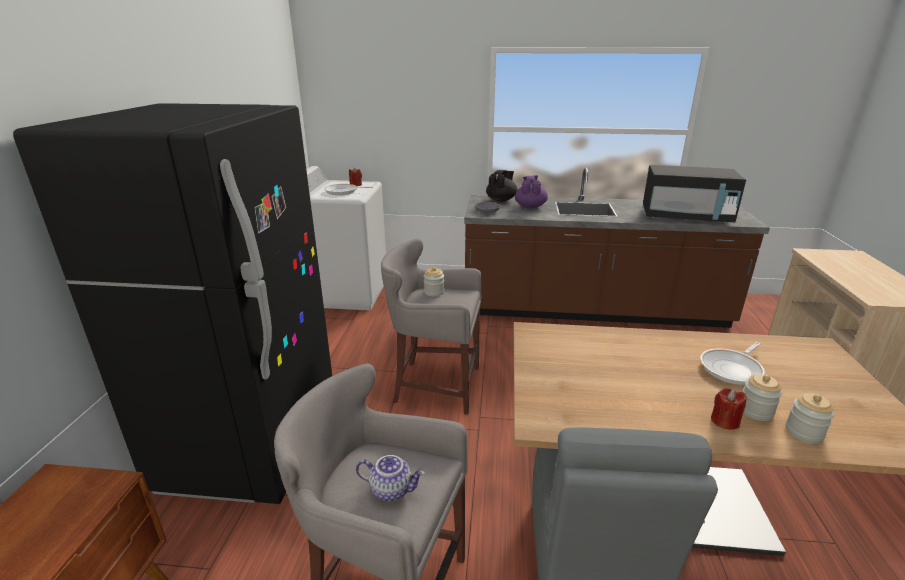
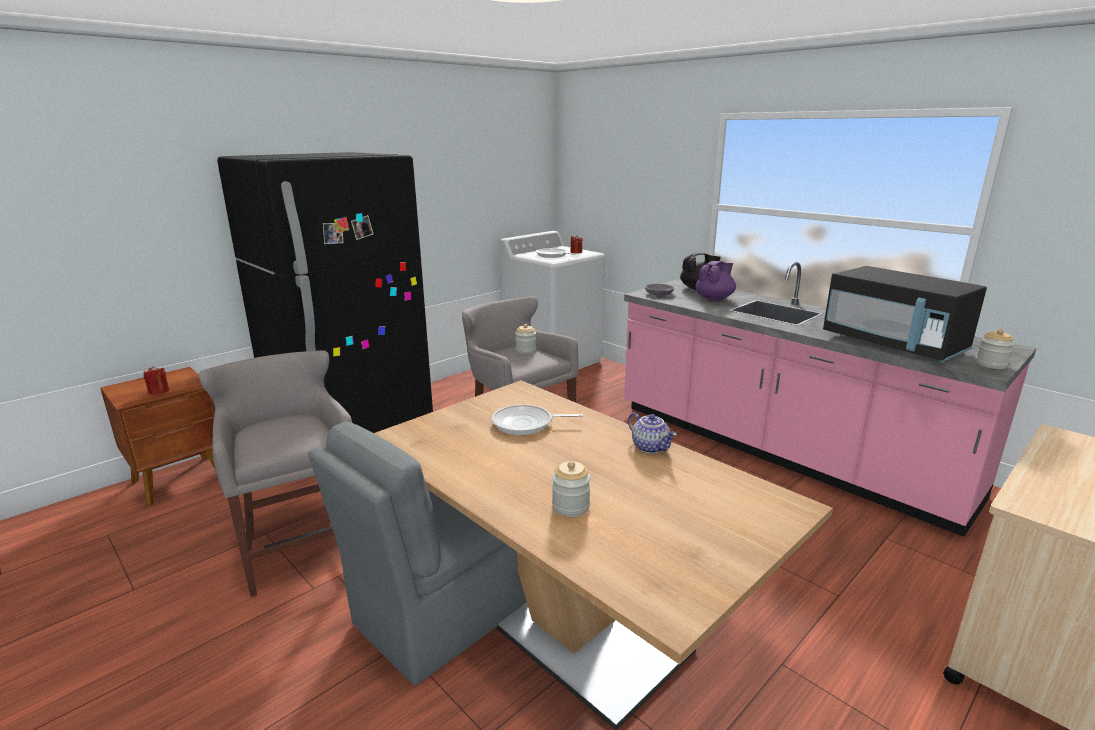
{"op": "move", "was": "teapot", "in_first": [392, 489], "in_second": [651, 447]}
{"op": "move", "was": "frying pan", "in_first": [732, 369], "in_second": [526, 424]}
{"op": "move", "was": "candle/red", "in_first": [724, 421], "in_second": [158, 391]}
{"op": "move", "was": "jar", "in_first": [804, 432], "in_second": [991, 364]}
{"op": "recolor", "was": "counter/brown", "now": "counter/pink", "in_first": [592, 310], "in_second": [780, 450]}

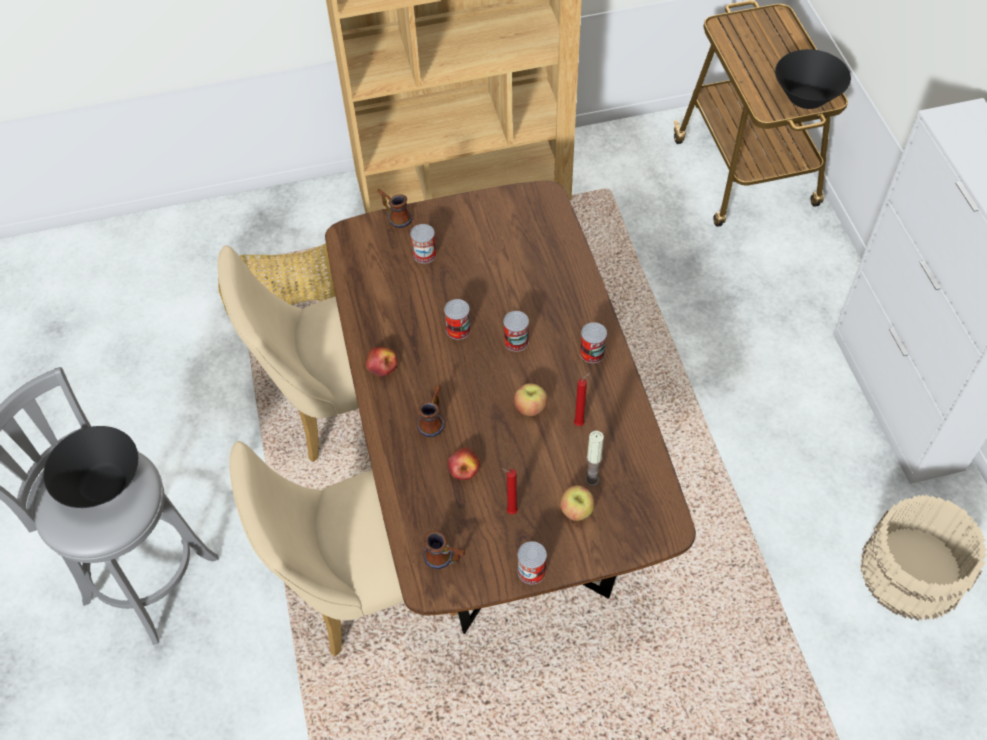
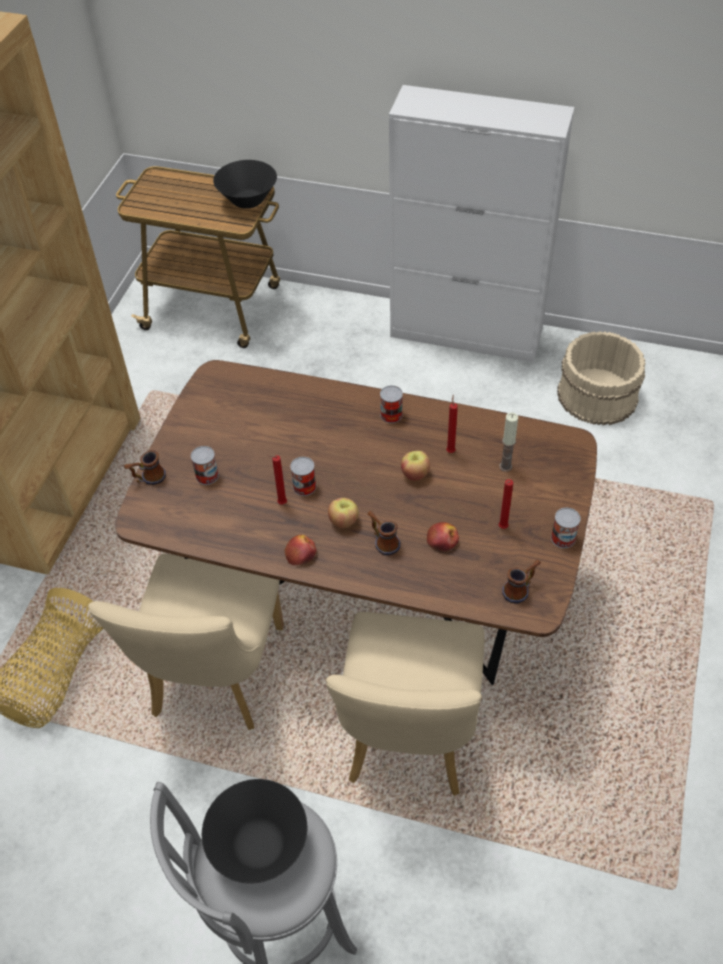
{"op": "delete", "was": "can", "in_first": [516, 341]}
{"op": "insert", "now": "candle/red", "in_second": [280, 503]}
{"op": "move", "was": "apple", "in_first": [576, 511], "in_second": [344, 521]}

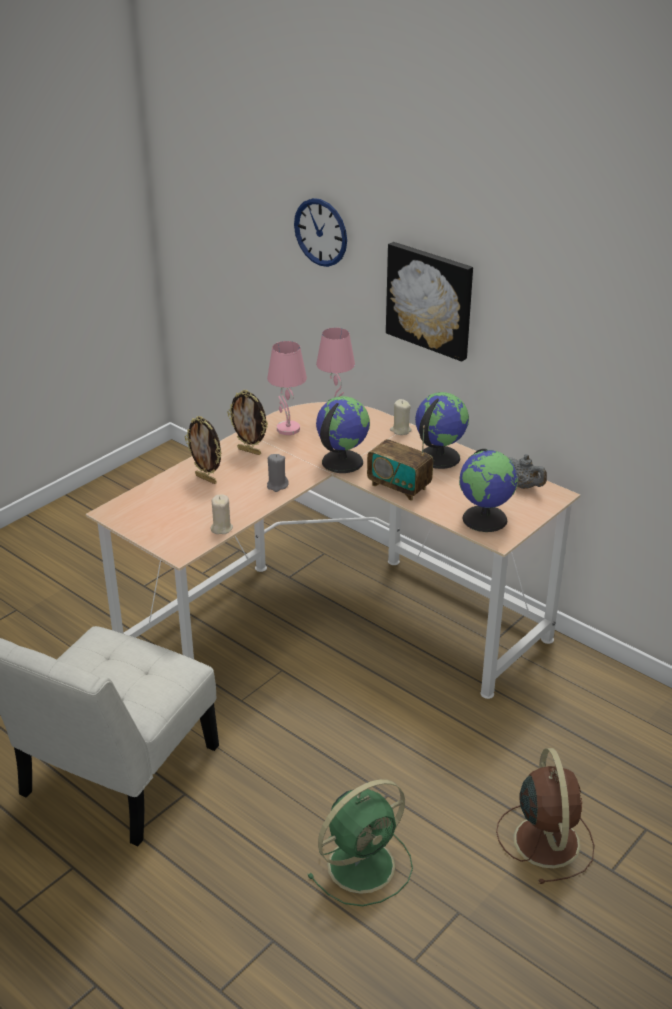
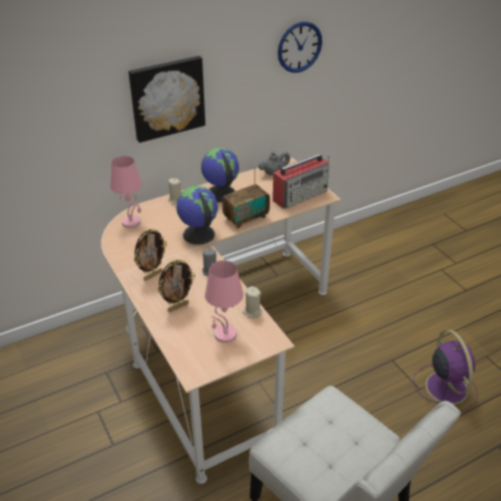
{"op": "delete", "was": "fan/brown", "in_first": [545, 839]}
{"op": "move", "was": "table lamp/pink", "in_first": [287, 429], "in_second": [225, 335]}
{"op": "move", "was": "wall clock", "in_first": [321, 232], "in_second": [299, 47]}
{"op": "replace", "was": "globe", "now": "radio", "in_first": [485, 518], "in_second": [301, 195]}
{"op": "recolor", "was": "fan/green", "now": "fan/purple", "in_first": [364, 864], "in_second": [445, 386]}

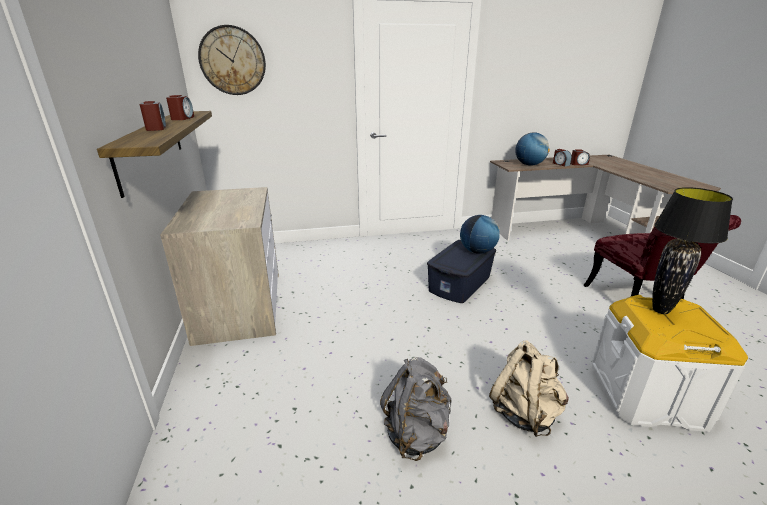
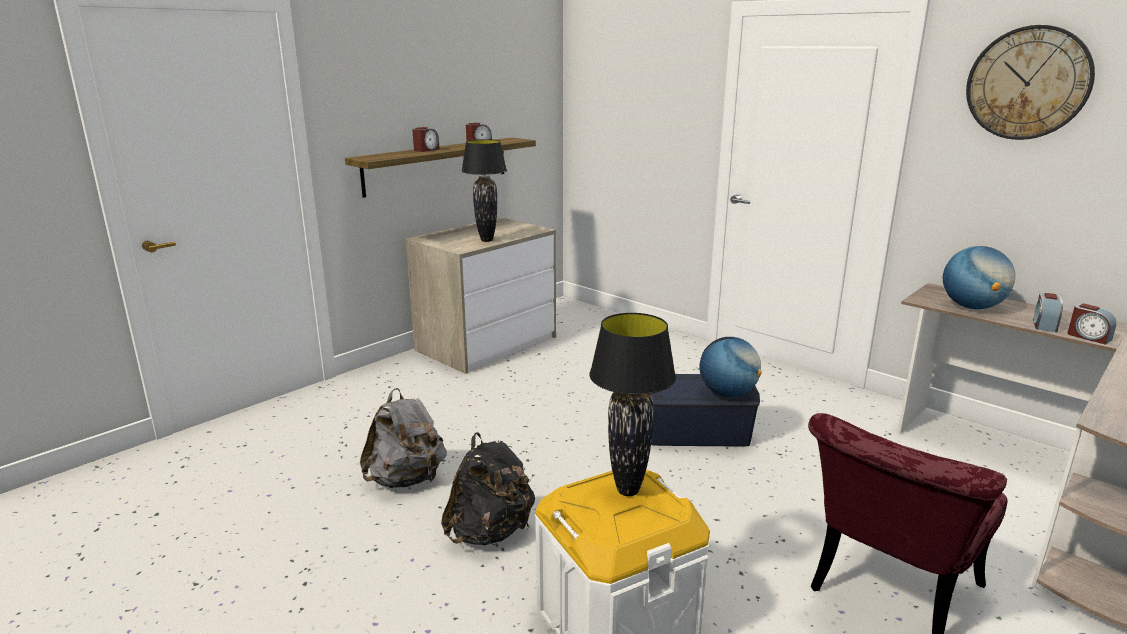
{"op": "insert", "now": "table lamp/black", "in_second": [487, 240]}
{"op": "move", "was": "wall clock", "in_first": [232, 61], "in_second": [1028, 83]}
{"op": "recolor", "was": "backpack/beige", "now": "backpack/black", "in_first": [524, 412], "in_second": [490, 532]}

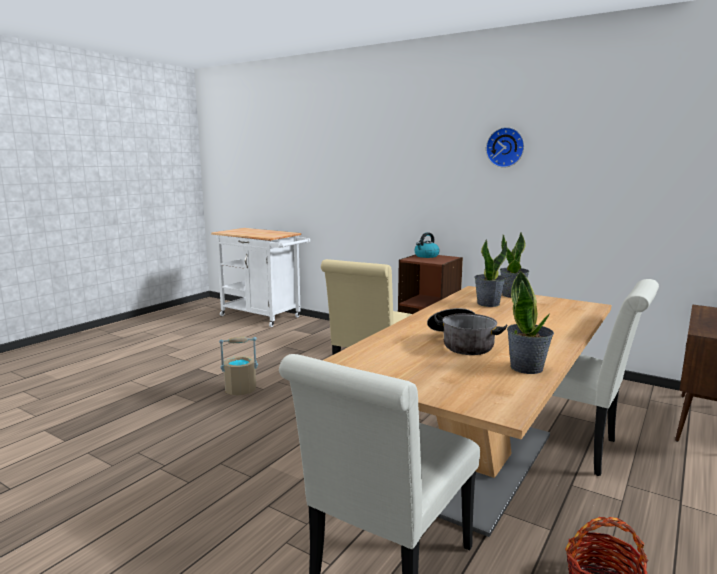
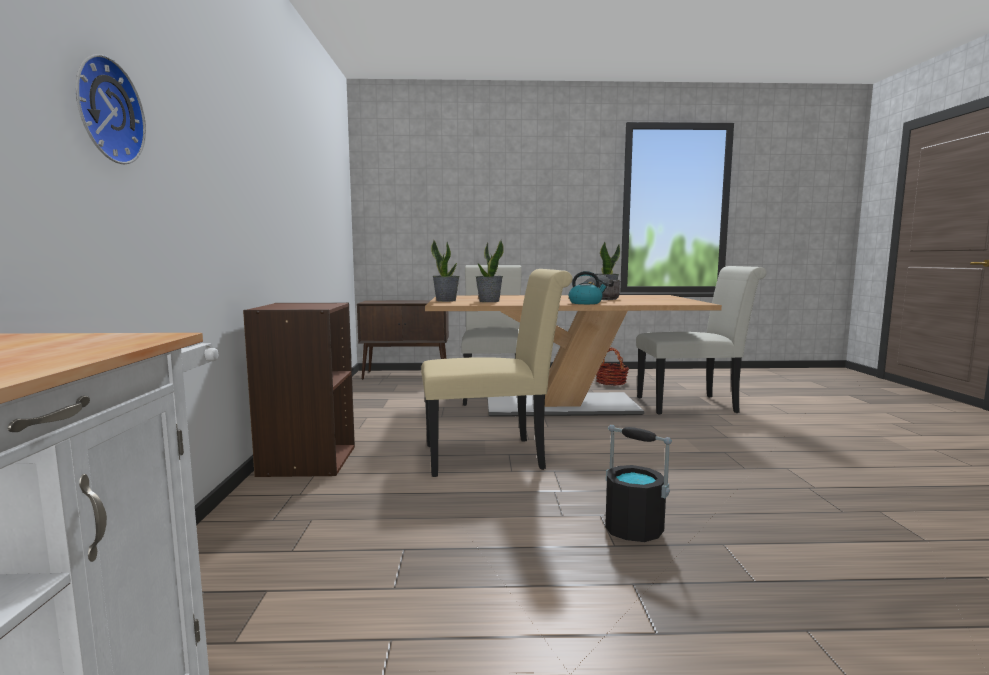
{"op": "move", "was": "kettle", "in_first": [426, 256], "in_second": [586, 303]}
{"op": "move", "was": "wall clock", "in_first": [505, 147], "in_second": [104, 111]}
{"op": "recolor", "was": "bucket/beige", "now": "bucket/black", "in_first": [240, 390], "in_second": [634, 529]}

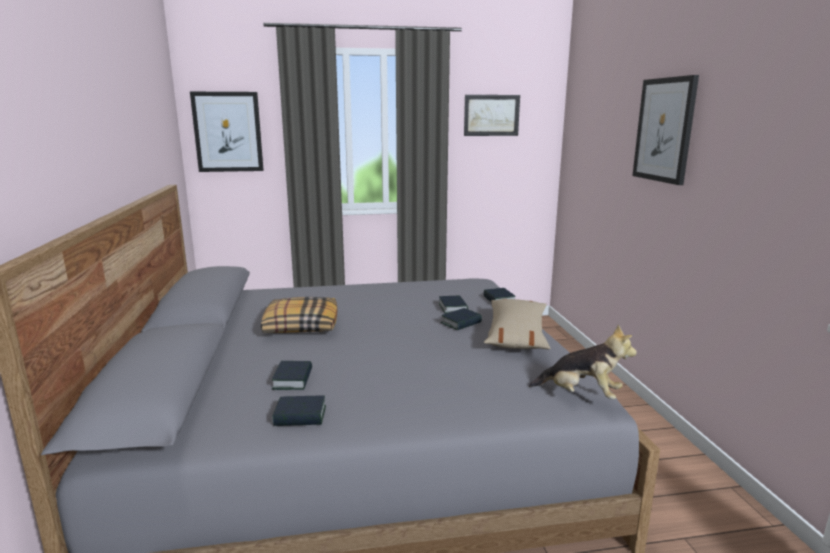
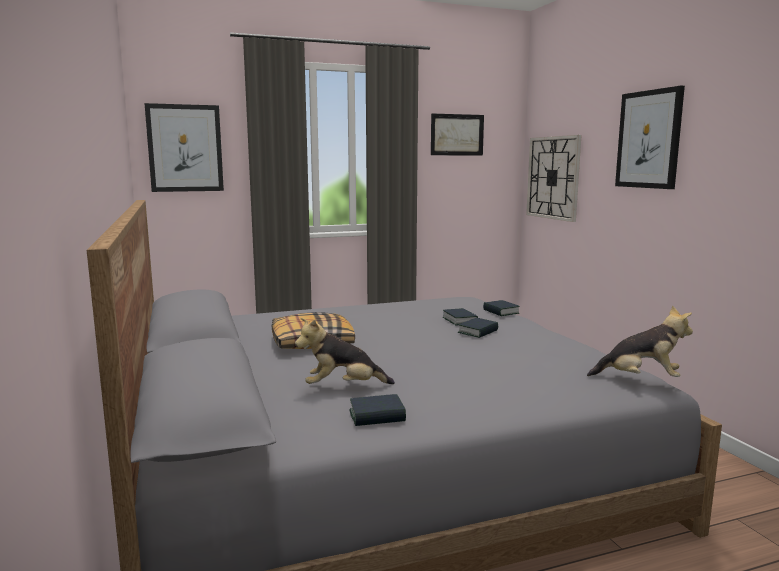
{"op": "delete", "was": "pillow/beige", "in_first": [516, 335]}
{"op": "insert", "now": "wall clock", "in_second": [553, 177]}
{"op": "replace", "was": "book", "now": "plush toy", "in_first": [293, 380], "in_second": [343, 387]}

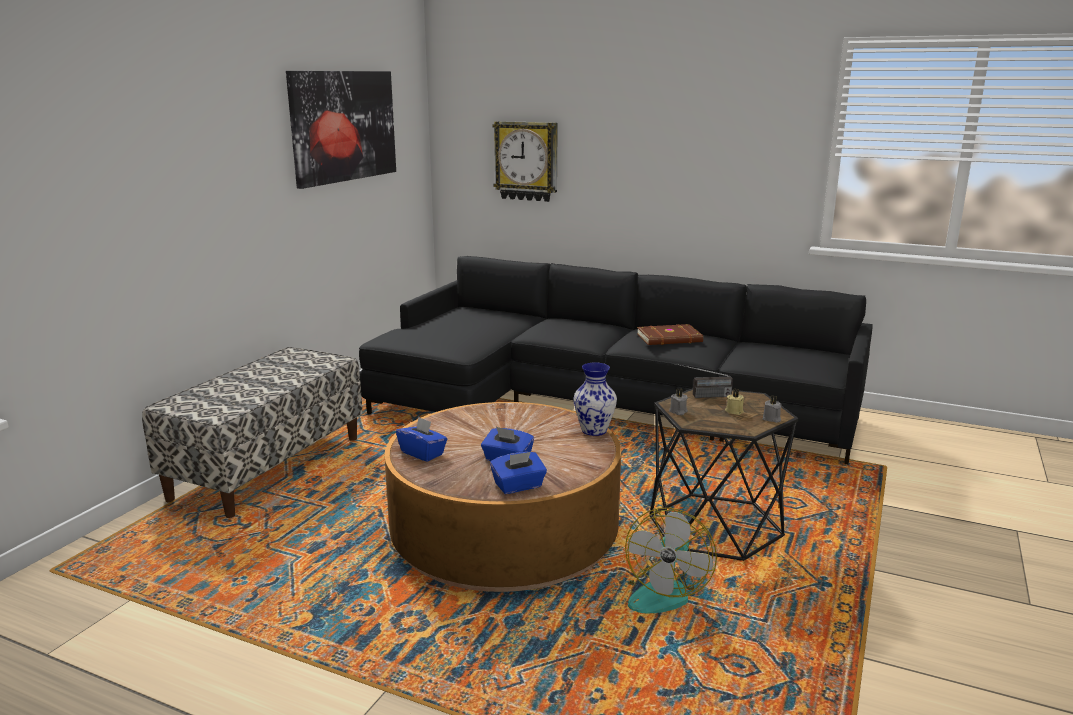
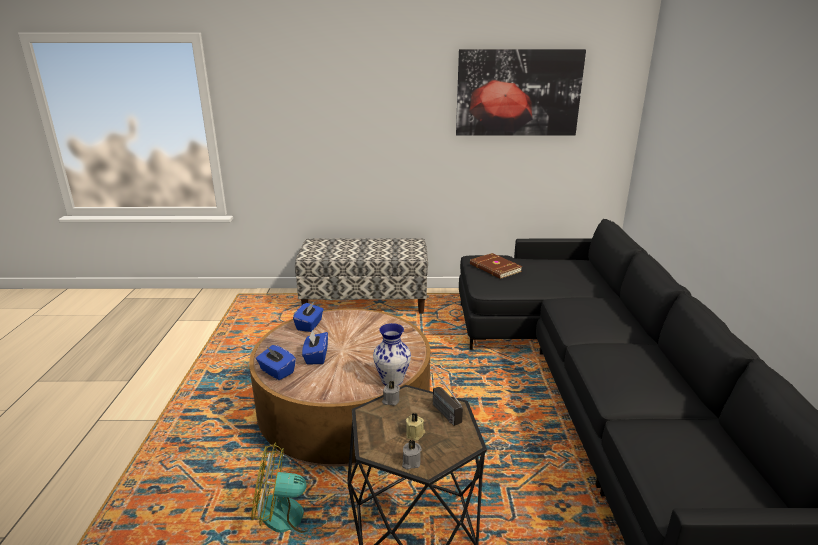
{"op": "delete", "was": "wall clock", "in_first": [526, 161]}
{"op": "move", "was": "book/brown", "in_first": [670, 338], "in_second": [495, 268]}

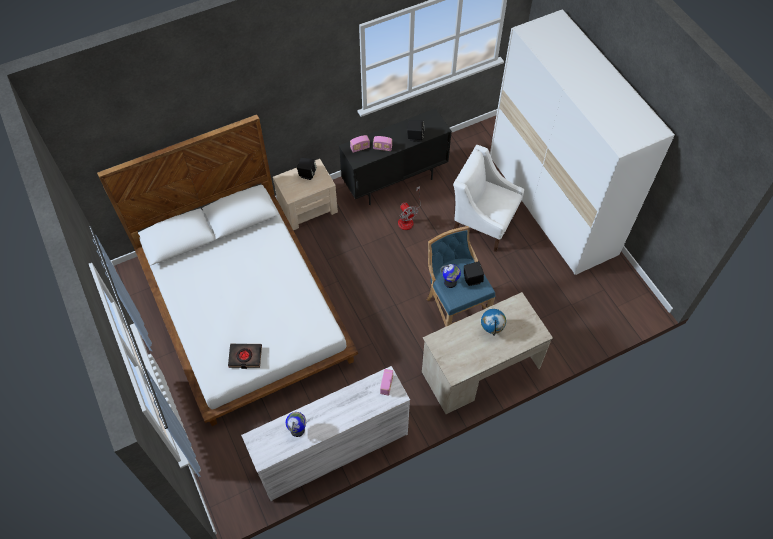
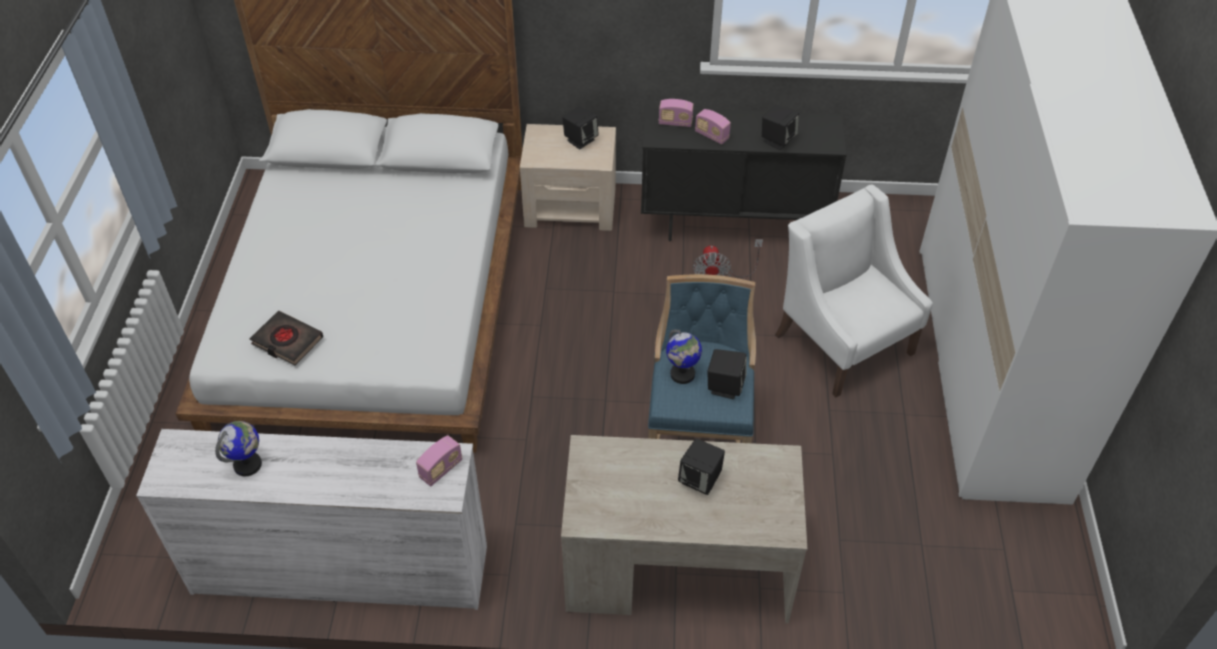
{"op": "replace", "was": "globe", "now": "speaker/black", "in_first": [491, 329], "in_second": [700, 479]}

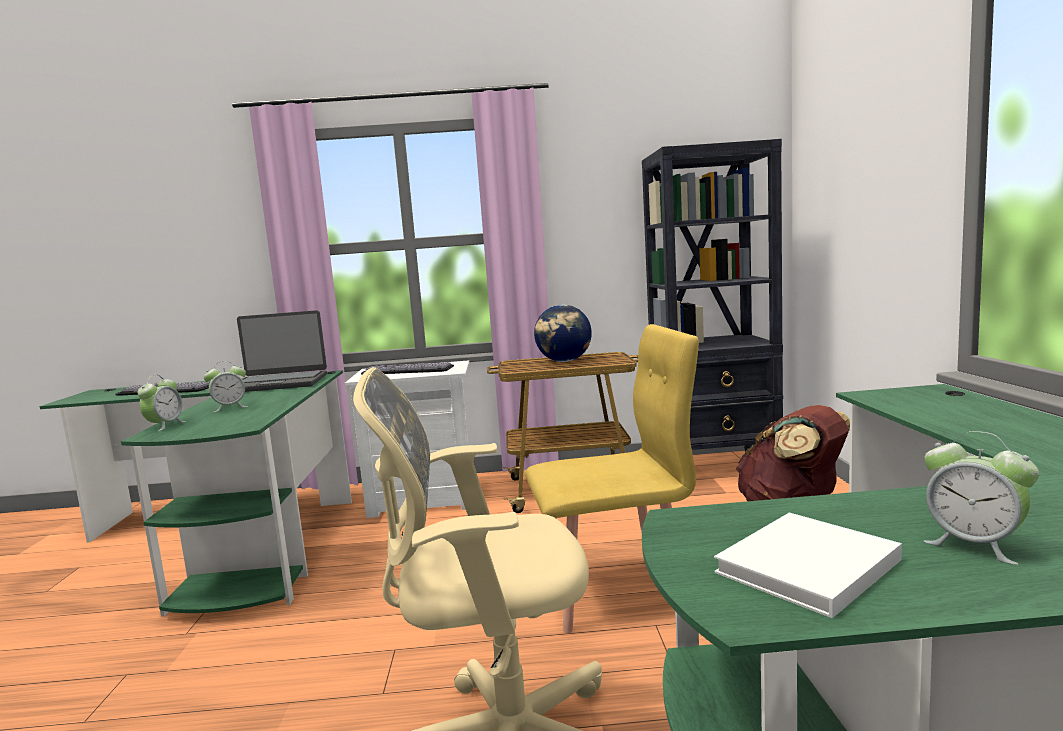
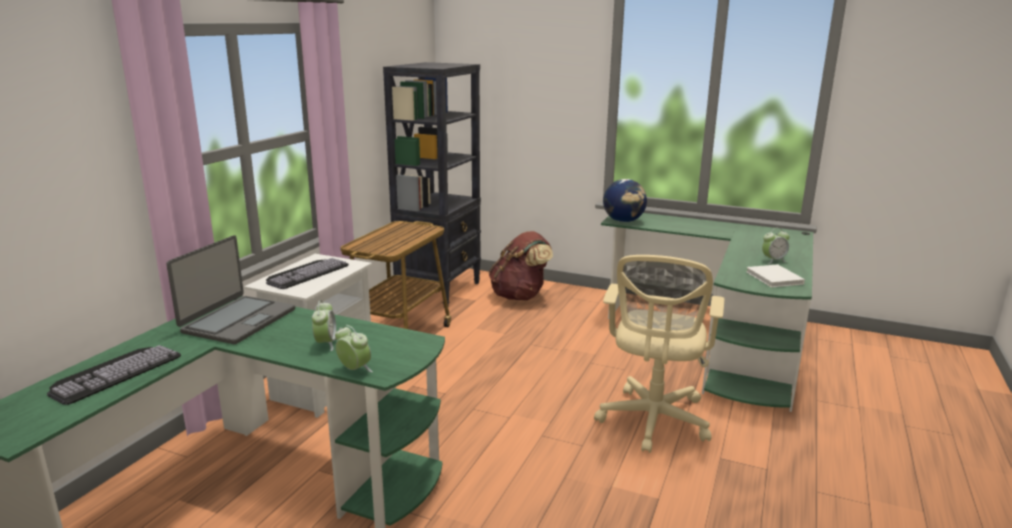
{"op": "delete", "was": "chair/yellow", "in_first": [614, 591]}
{"op": "move", "was": "globe", "in_first": [564, 361], "in_second": [623, 221]}

